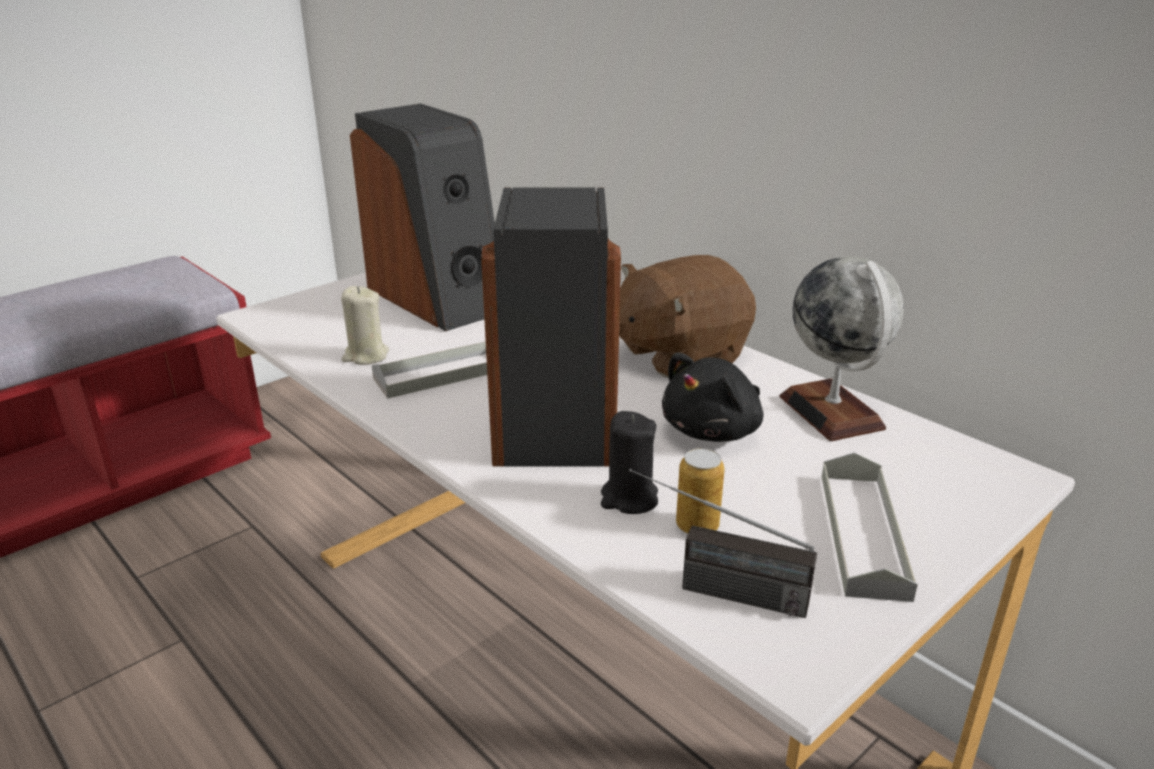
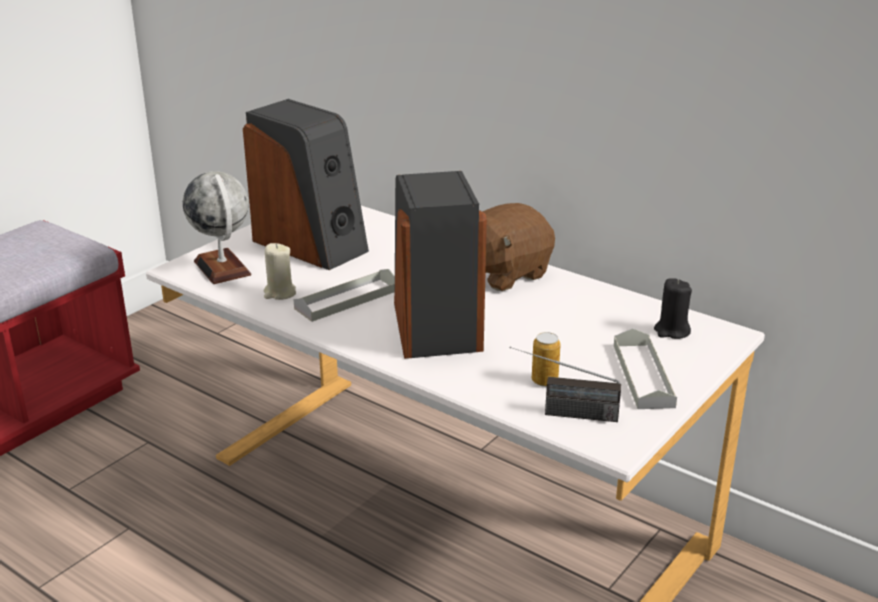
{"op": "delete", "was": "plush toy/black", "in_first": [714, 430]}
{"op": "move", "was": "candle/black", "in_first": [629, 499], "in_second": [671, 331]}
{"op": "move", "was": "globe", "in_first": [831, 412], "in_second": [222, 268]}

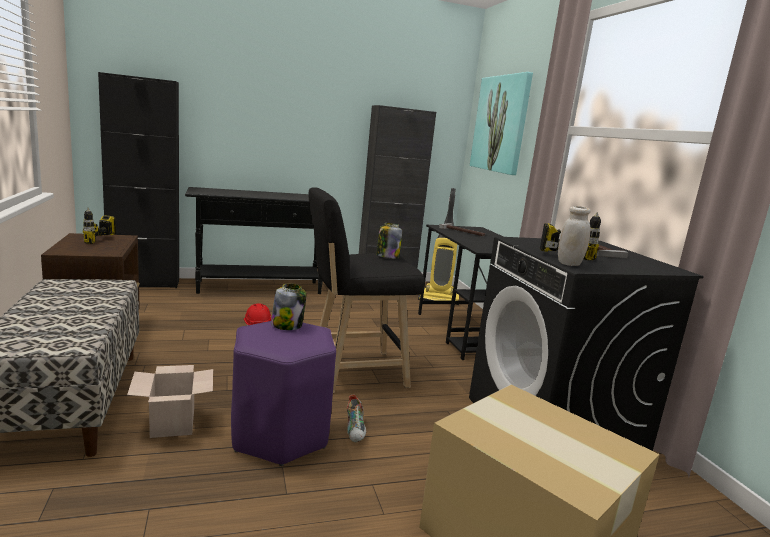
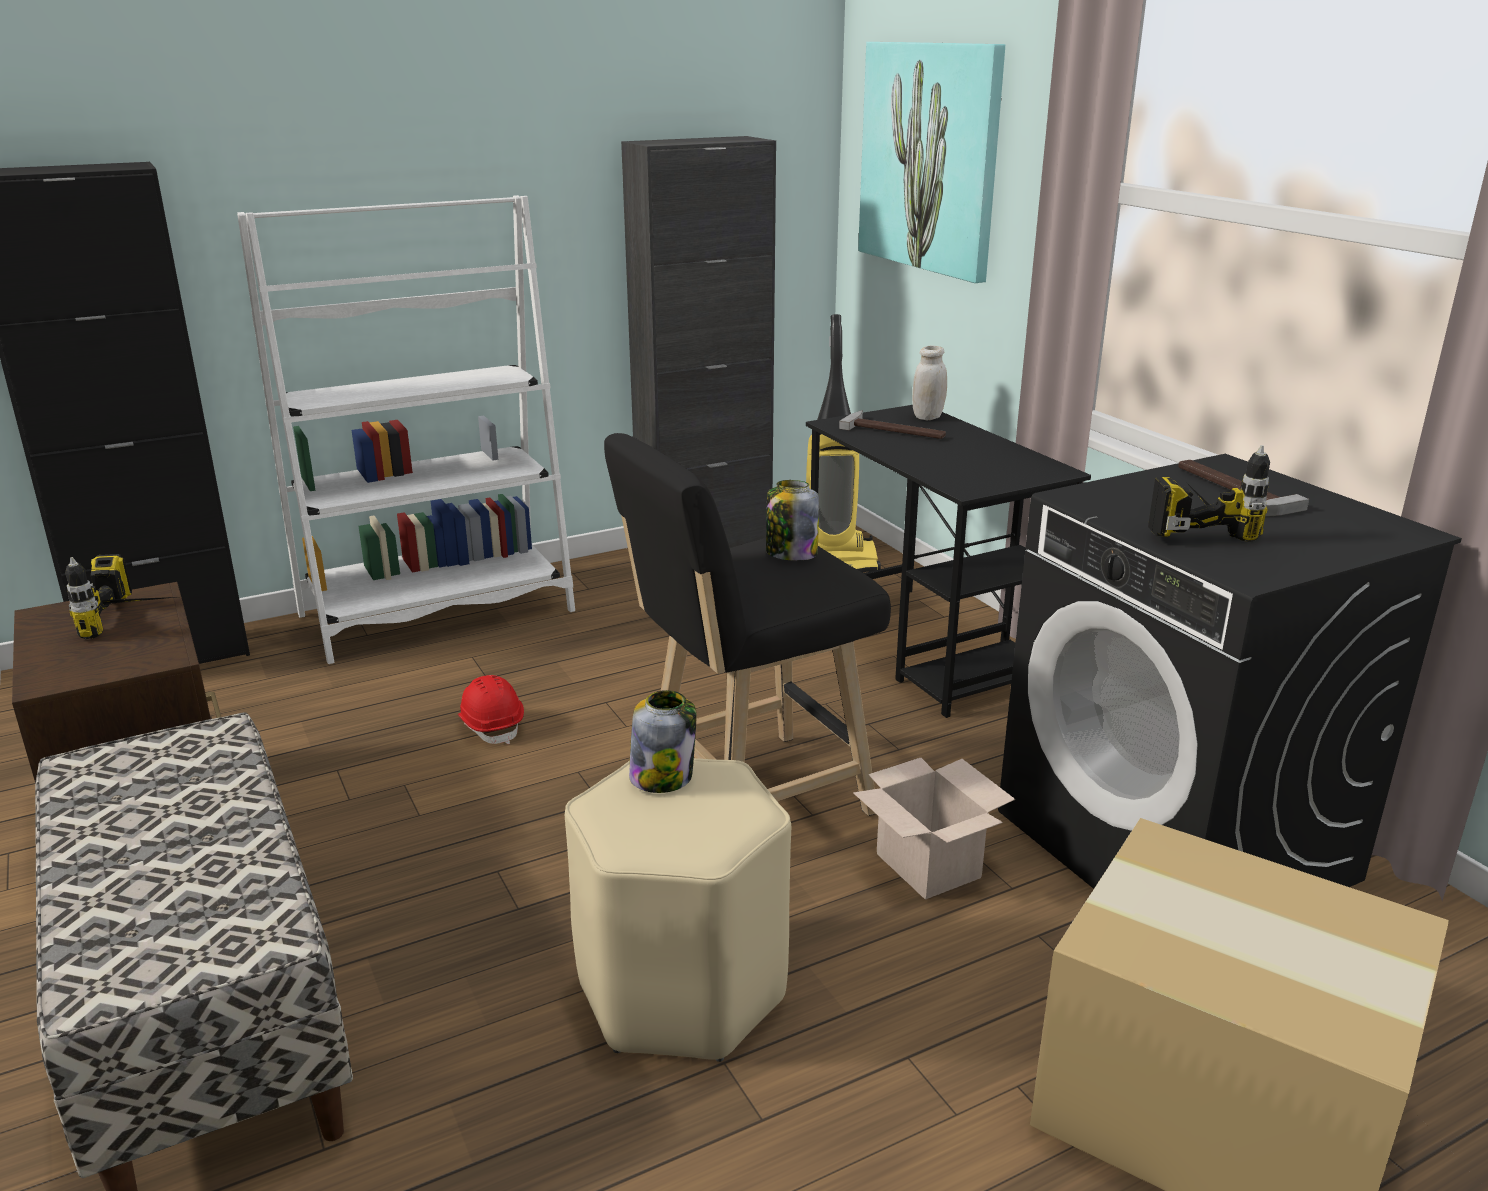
{"op": "delete", "was": "shoe", "in_first": [356, 430]}
{"op": "move", "was": "cardboard box", "in_first": [173, 424], "in_second": [931, 866]}
{"op": "move", "was": "jar/white", "in_first": [569, 264], "in_second": [928, 417]}
{"op": "replace", "was": "console table/black", "now": "bookcase/white", "in_first": [260, 288], "in_second": [438, 613]}
{"op": "recolor", "was": "stool/purple", "now": "stool/beige", "in_first": [280, 434], "in_second": [681, 989]}

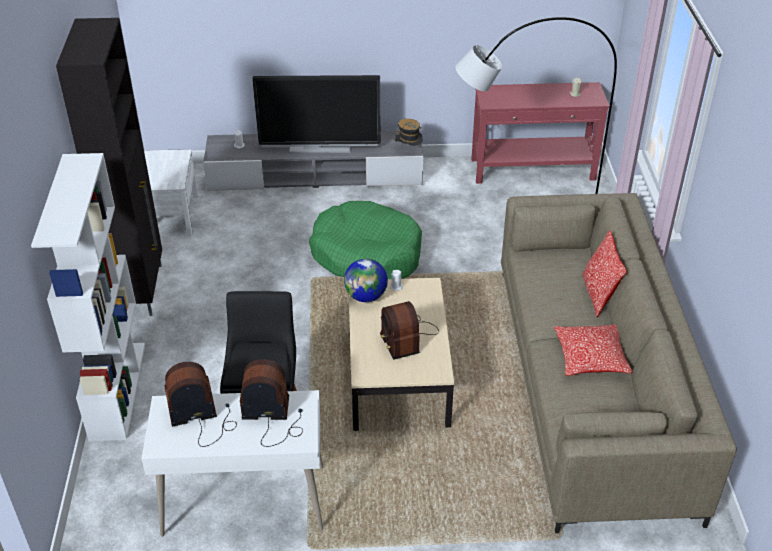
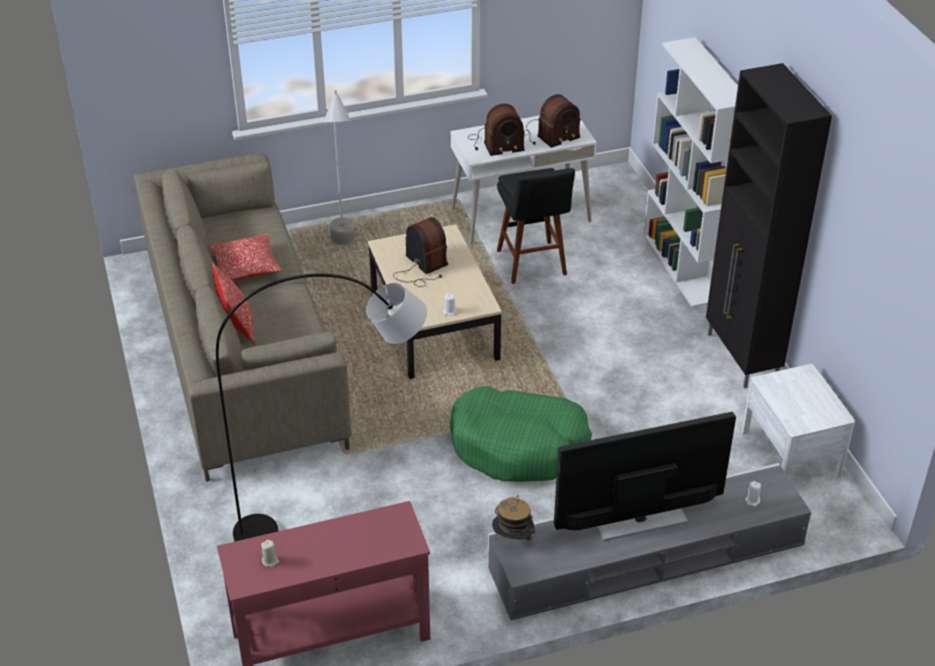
{"op": "delete", "was": "globe", "in_first": [366, 296]}
{"op": "insert", "now": "floor lamp/grey", "in_second": [345, 250]}

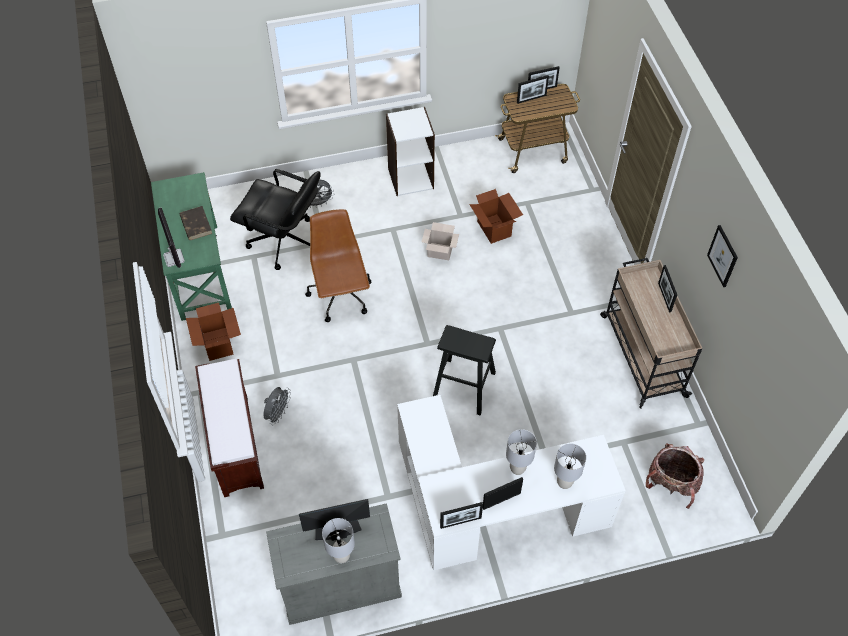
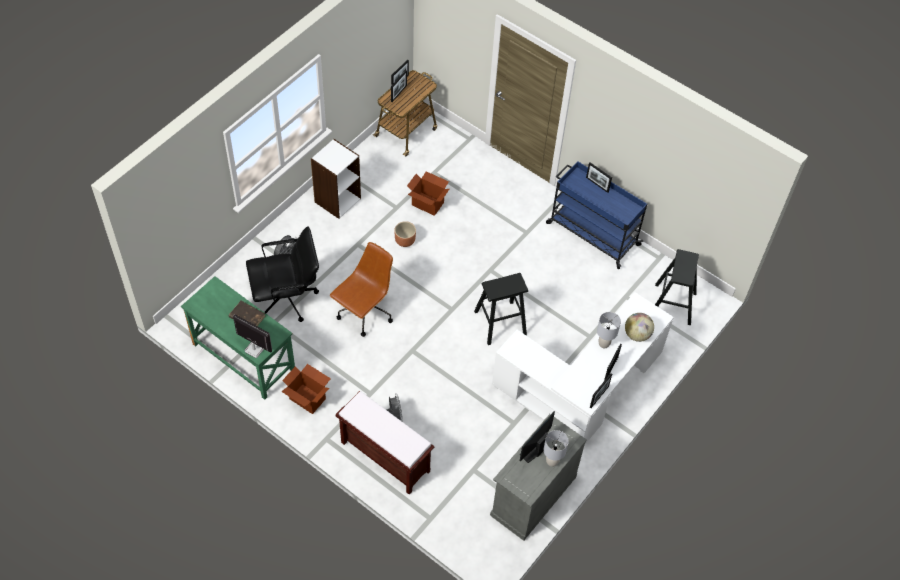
{"op": "delete", "was": "picture", "in_first": [723, 256]}
{"op": "replace", "was": "cardboard box", "now": "planter/brown", "in_first": [440, 251], "in_second": [405, 240]}
{"op": "replace", "was": "table lamp/grey", "now": "globe", "in_first": [564, 482], "in_second": [637, 334]}
{"op": "replace", "was": "backpack", "now": "stool/black", "in_first": [671, 483], "in_second": [672, 304]}
{"op": "recolor", "was": "cart/beige", "now": "cart/blue", "in_first": [642, 354], "in_second": [592, 233]}
{"op": "rotate", "was": "office chair/brown", "in_first": [341, 297], "in_second": [365, 313], "clockwise": 90}

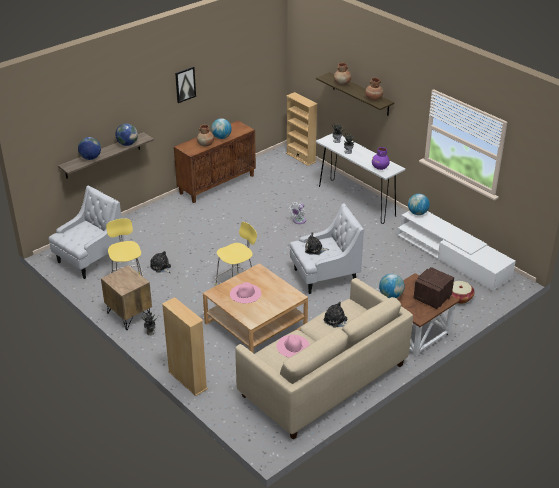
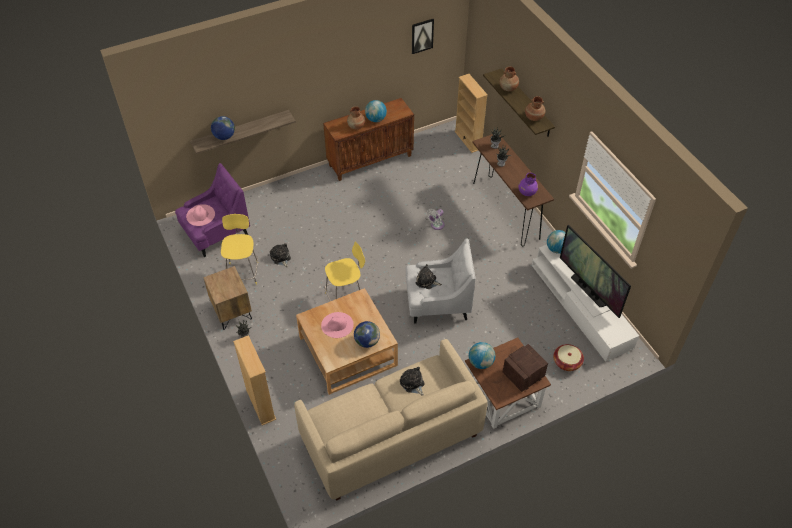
{"op": "insert", "now": "television", "in_second": [588, 290]}
{"op": "move", "was": "globe", "in_first": [127, 144], "in_second": [367, 341]}
{"op": "move", "was": "picture", "in_first": [185, 84], "in_second": [422, 35]}
{"op": "move", "was": "hat/pink", "in_first": [293, 346], "in_second": [200, 215]}
{"op": "recolor", "was": "armchair/white", "now": "armchair/purple", "in_first": [89, 259], "in_second": [216, 234]}
{"op": "recolor", "was": "console table/white", "now": "console table/brown", "in_first": [356, 201], "in_second": [506, 210]}

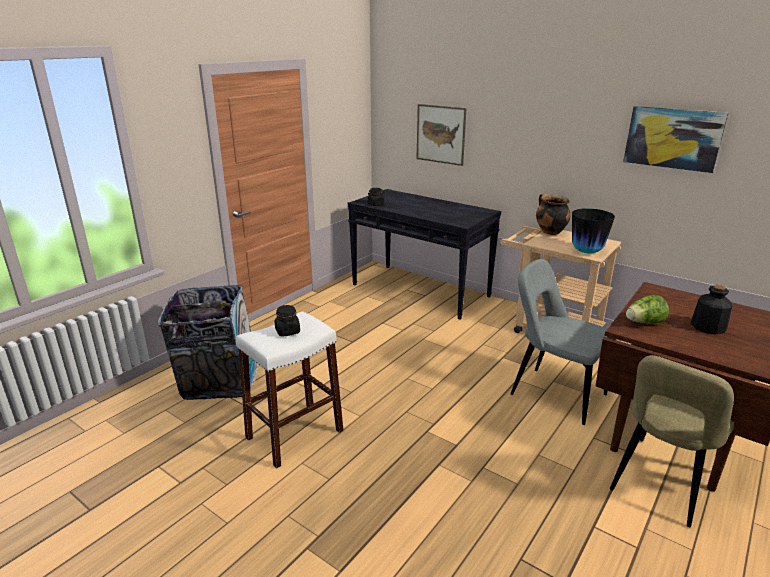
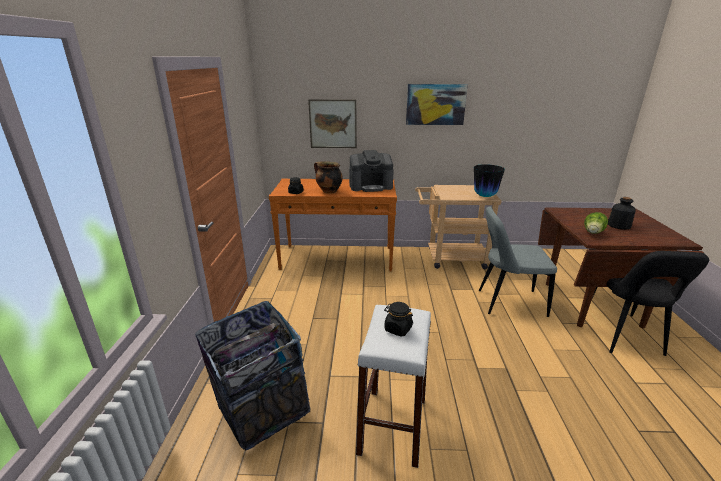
{"op": "insert", "now": "coffee machine", "in_second": [371, 186]}
{"op": "move", "was": "cooking pot", "in_first": [549, 232], "in_second": [328, 191]}
{"op": "move", "was": "picture", "in_first": [673, 138], "in_second": [435, 104]}
{"op": "recolor", "was": "console table/black", "now": "console table/orange", "in_first": [420, 290], "in_second": [337, 258]}
{"op": "recolor", "was": "chair/beige", "now": "chair/black", "in_first": [661, 483], "in_second": [623, 336]}

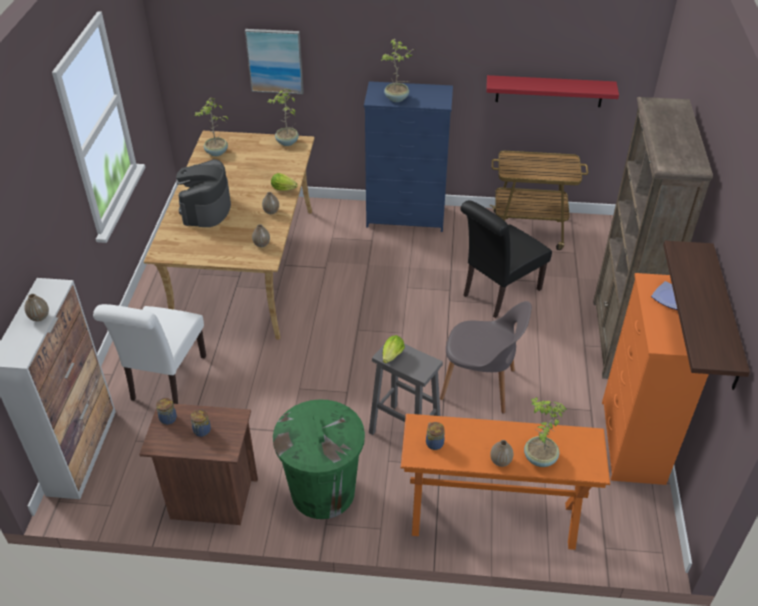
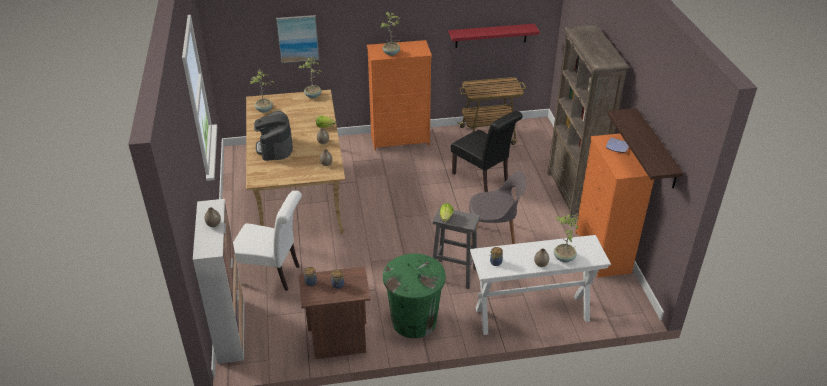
{"op": "recolor", "was": "dresser/blue", "now": "dresser/orange", "in_first": [406, 217], "in_second": [400, 140]}
{"op": "recolor", "was": "console table/orange", "now": "console table/white", "in_first": [492, 519], "in_second": [531, 314]}
{"op": "rotate", "was": "chair/white", "in_first": [165, 381], "in_second": [272, 274], "clockwise": -75}
{"op": "rotate", "was": "chair/black", "in_first": [498, 294], "in_second": [483, 179], "clockwise": -75}

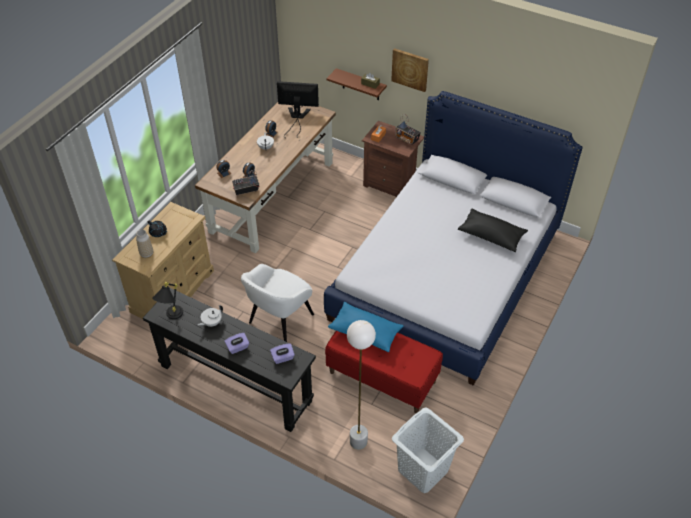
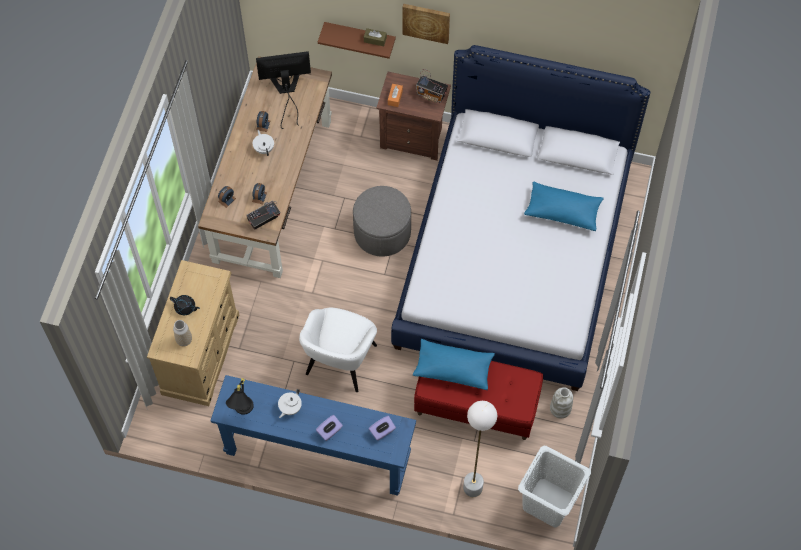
{"op": "insert", "now": "ottoman/grey", "in_second": [382, 232]}
{"op": "insert", "now": "vase/white", "in_second": [560, 409]}
{"op": "recolor", "was": "console table/black", "now": "console table/blue", "in_first": [235, 383], "in_second": [317, 453]}
{"op": "recolor", "was": "pillow/black", "now": "pillow/blue", "in_first": [491, 236], "in_second": [563, 211]}

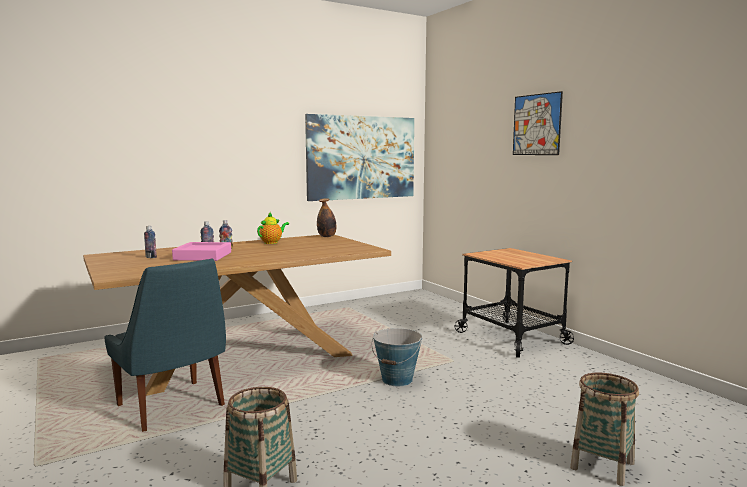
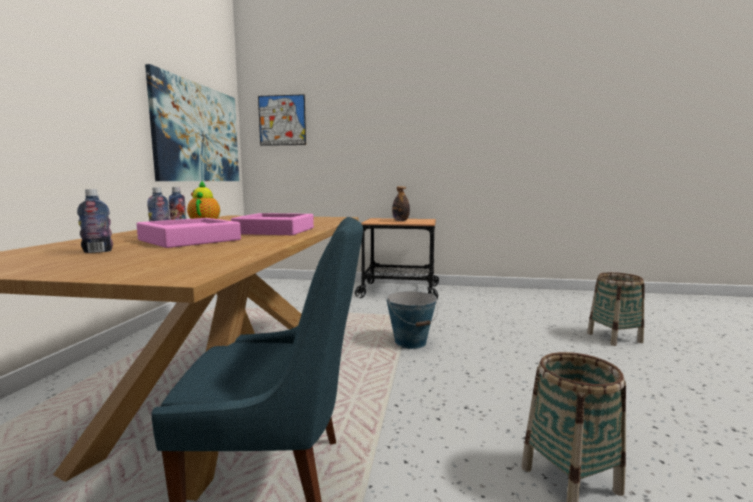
{"op": "insert", "now": "tray/pink", "in_second": [275, 231]}
{"op": "move", "was": "bottle", "in_first": [327, 236], "in_second": [400, 220]}
{"op": "move", "was": "picture", "in_first": [536, 124], "in_second": [282, 120]}

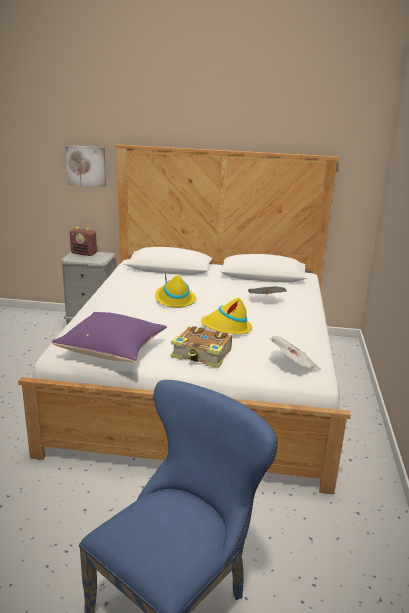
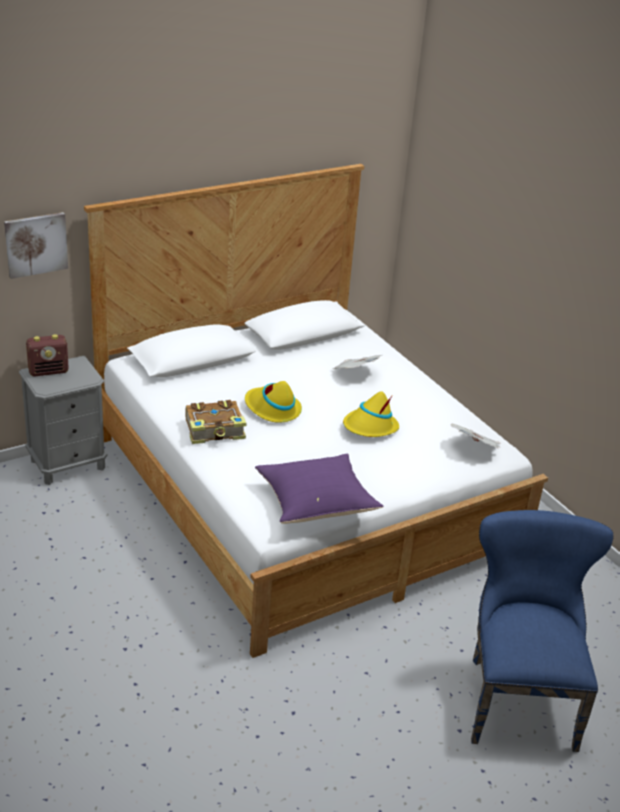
{"op": "move", "was": "book", "in_first": [202, 355], "in_second": [215, 430]}

